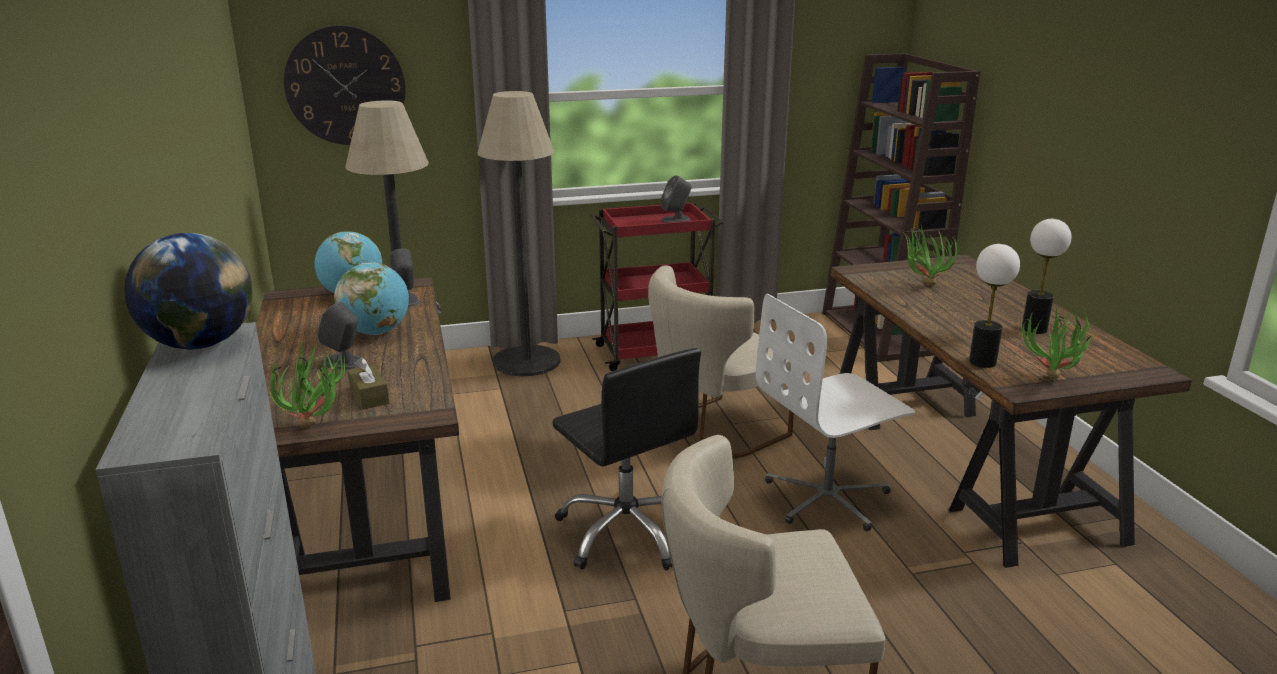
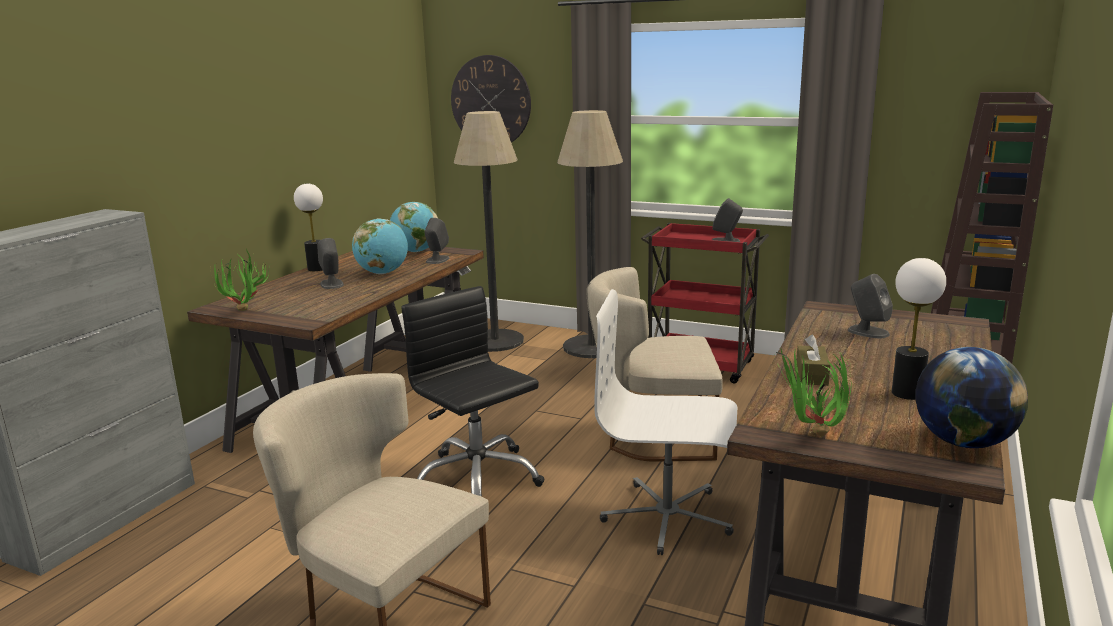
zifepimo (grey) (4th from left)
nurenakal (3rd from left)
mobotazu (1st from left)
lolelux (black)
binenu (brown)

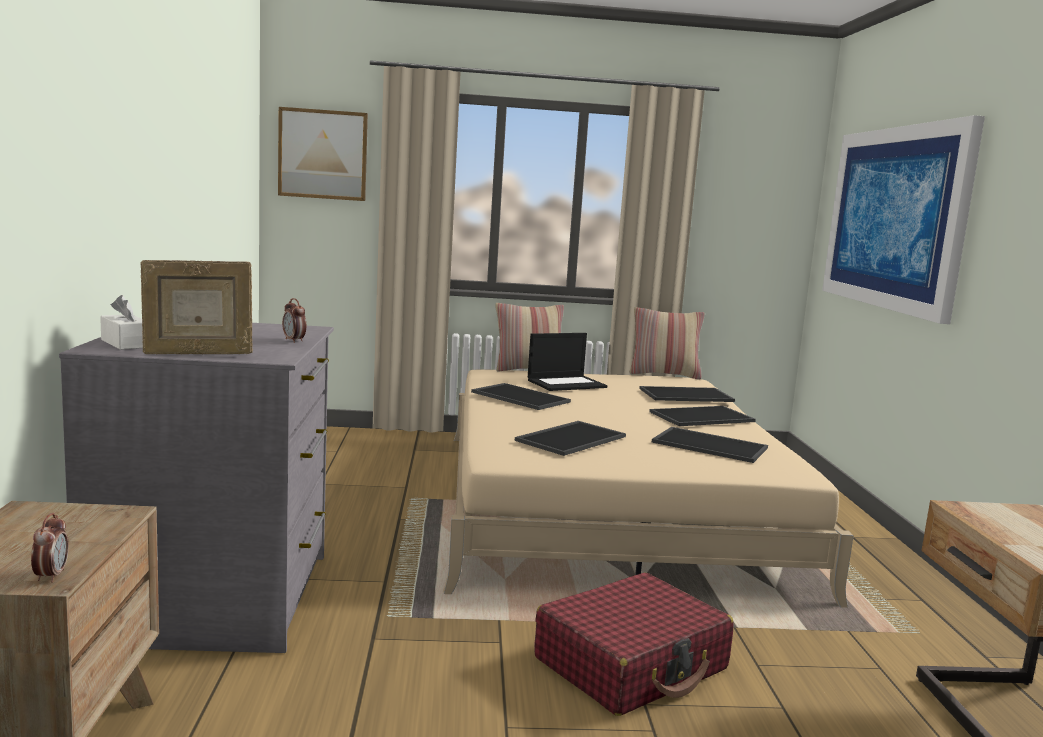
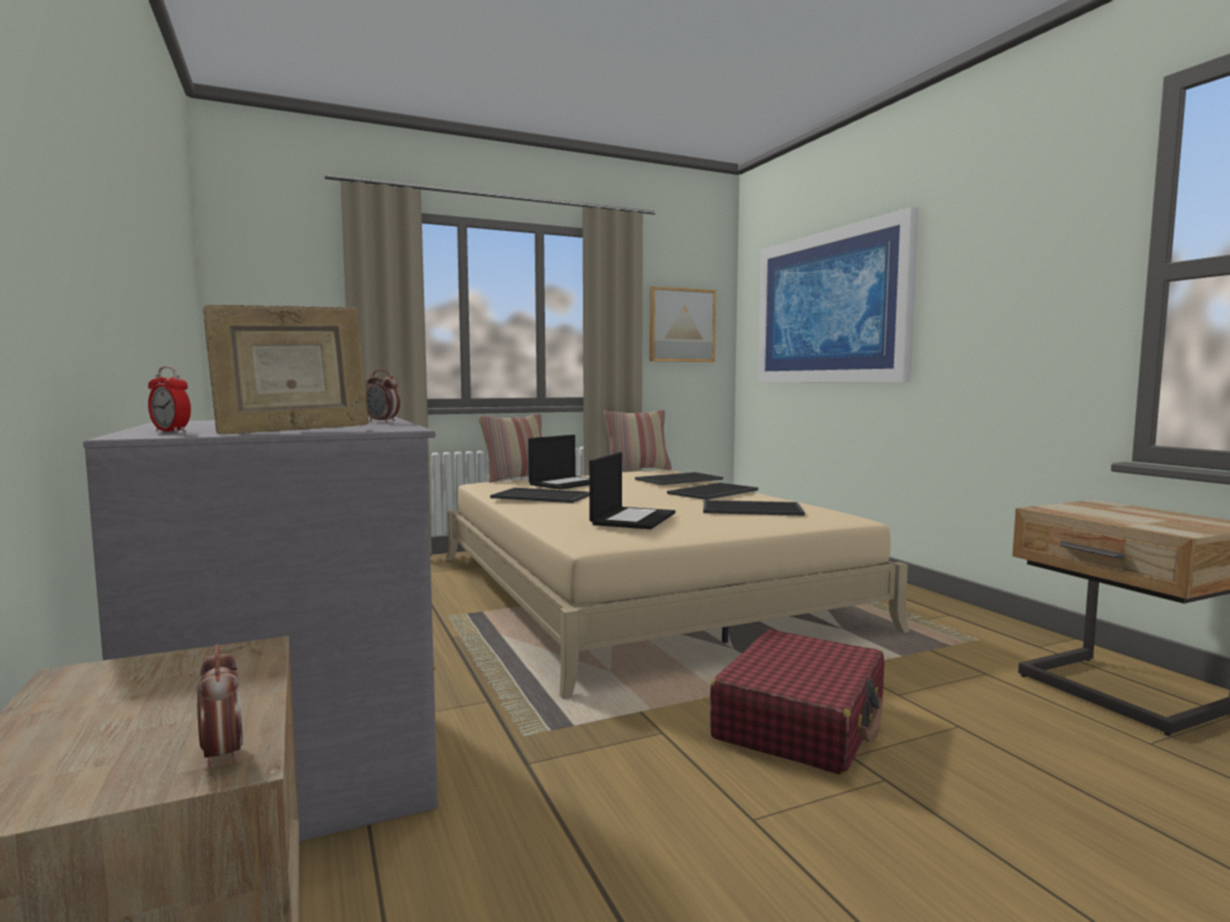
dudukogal (1st from left)
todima (1st from left)
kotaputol (2nd from left)

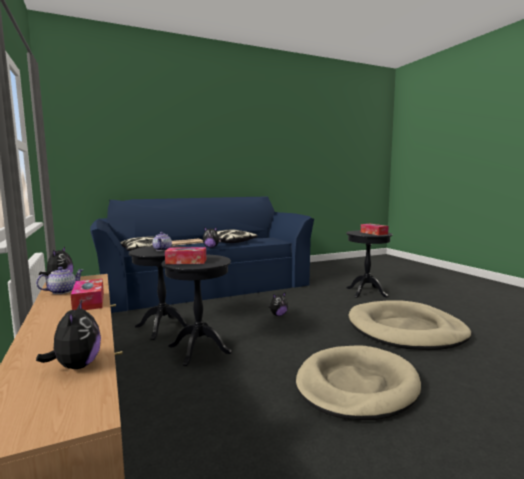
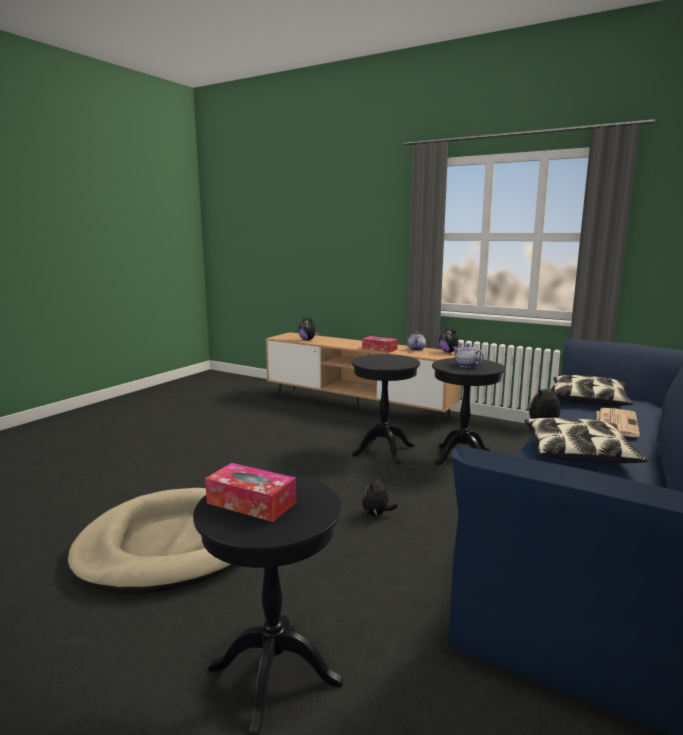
binenu (2nd from left in the first image)
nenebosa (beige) (1st from left in the first image)

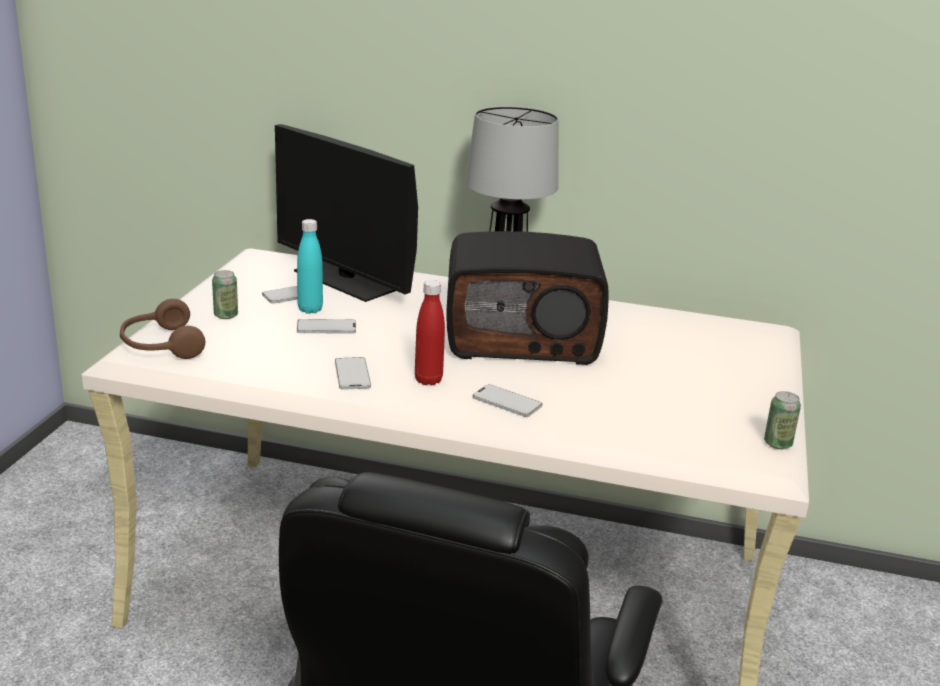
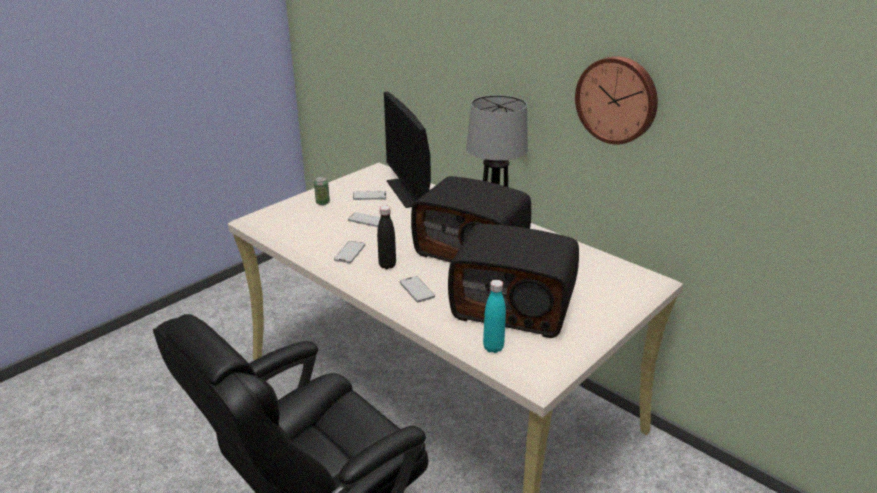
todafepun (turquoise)
todafepun (black)
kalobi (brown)
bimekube (2nd from left in the first image)
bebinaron
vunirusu (2nd from left)

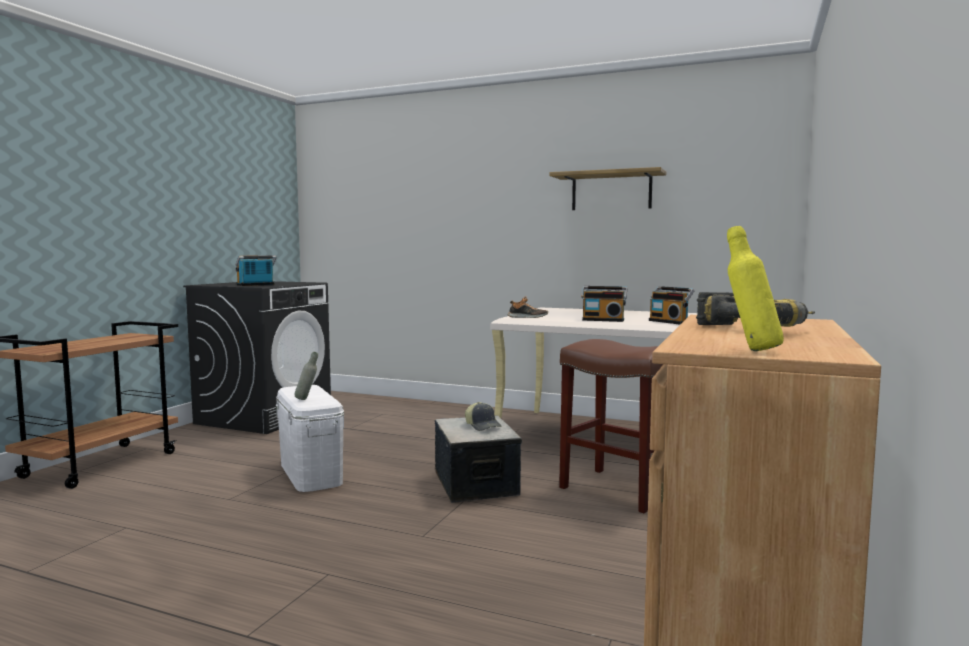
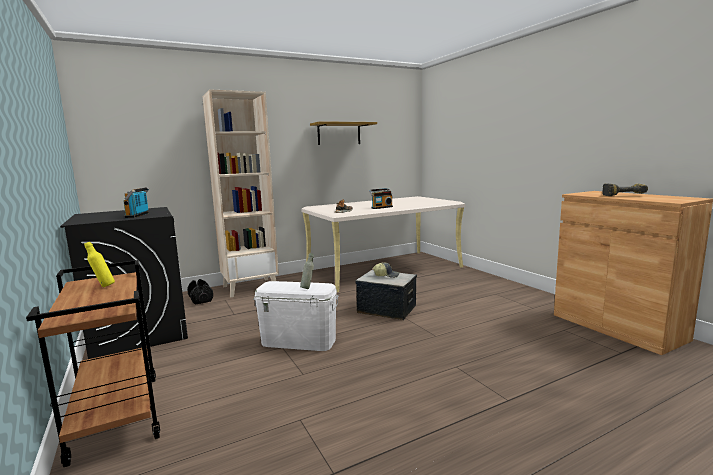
todafepun (yellow)
vunirusu (3rd from left in the first image)
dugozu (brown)
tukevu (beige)
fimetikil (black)

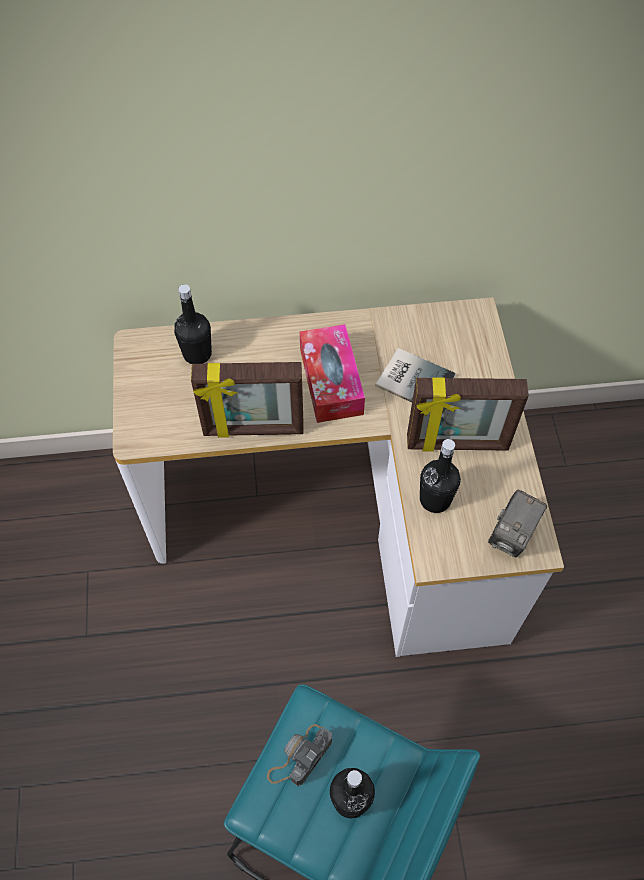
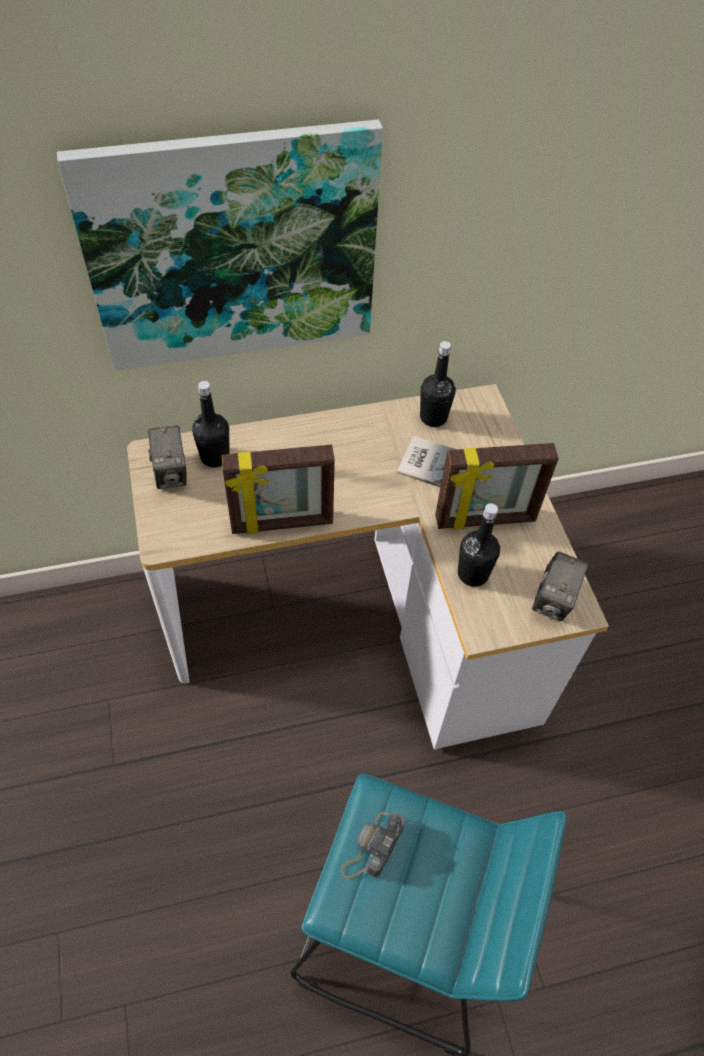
binenu
todafepun (black) (2nd from left)
dudukogal
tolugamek (1st from left)

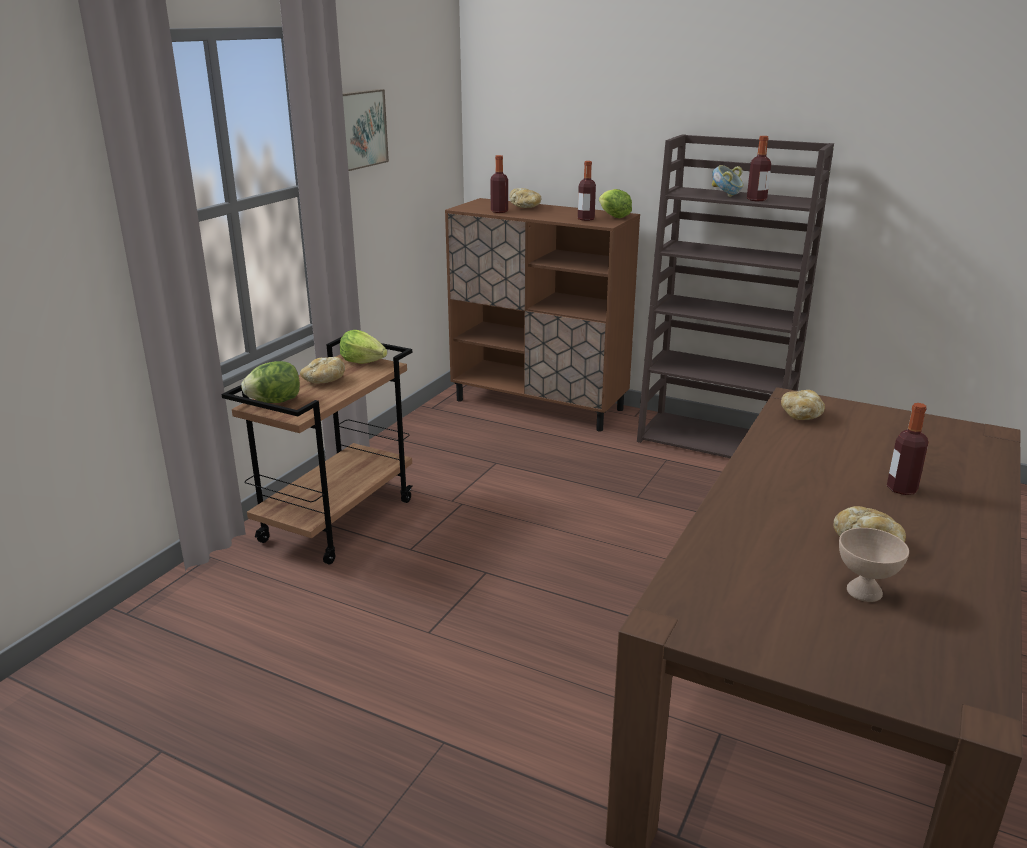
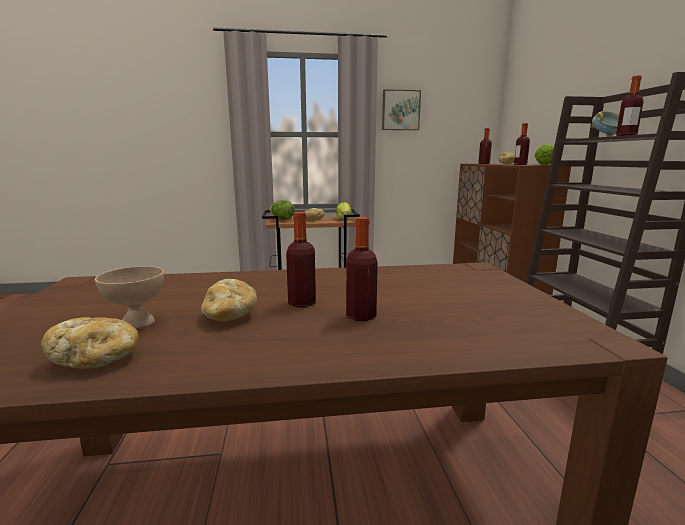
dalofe (1st from left)
todafepun (1st from left)

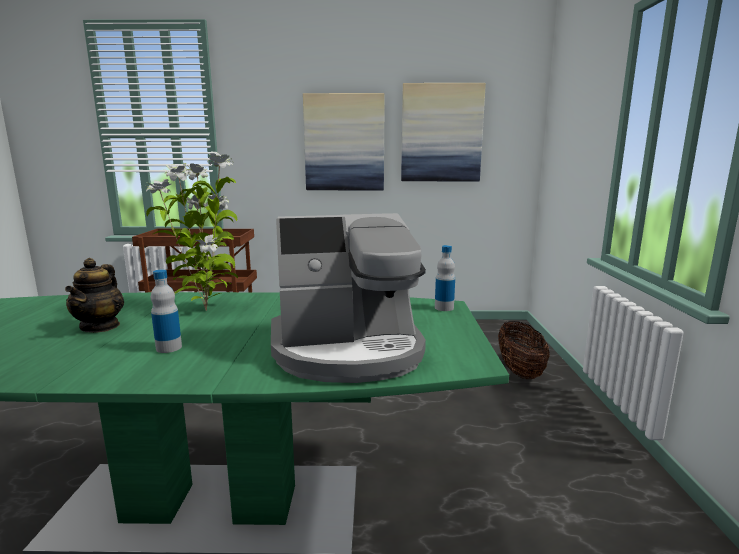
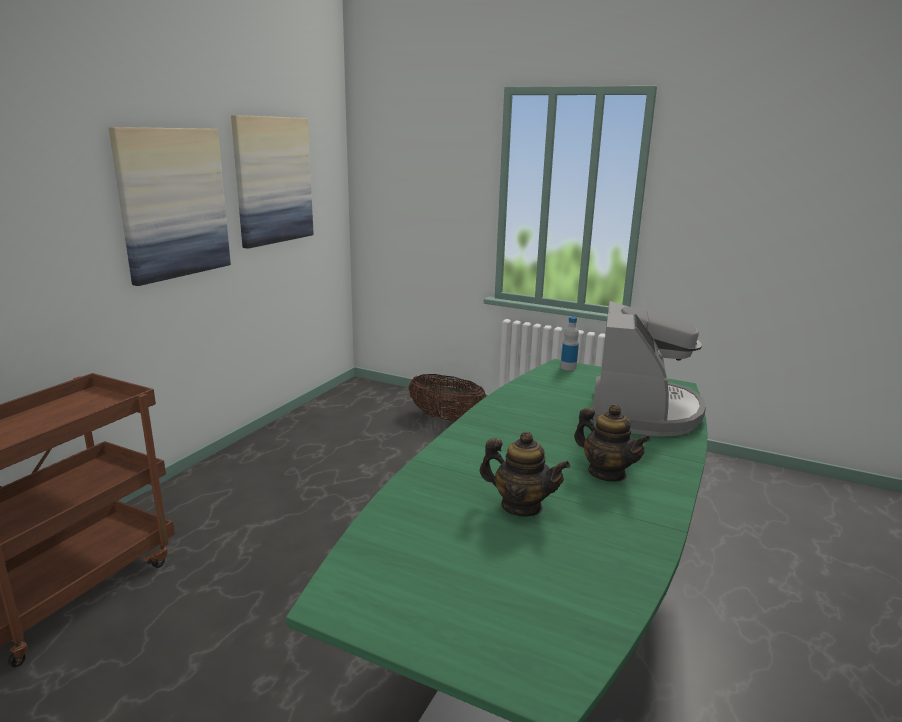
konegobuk
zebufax (2nd from left)

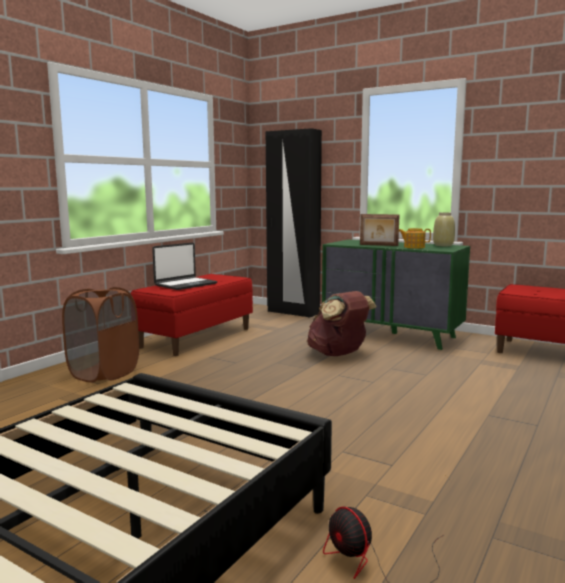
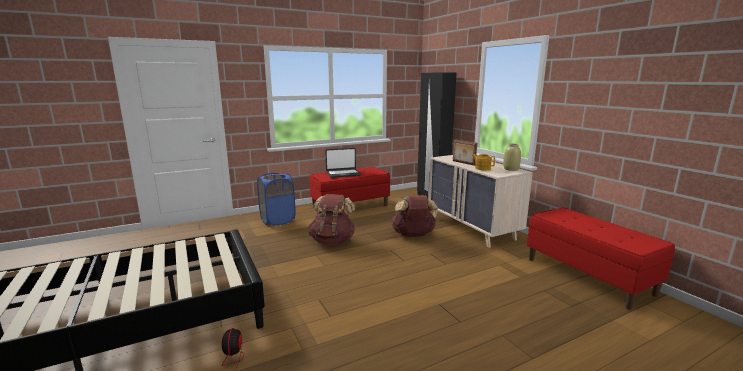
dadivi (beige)
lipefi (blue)
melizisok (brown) (1st from left)

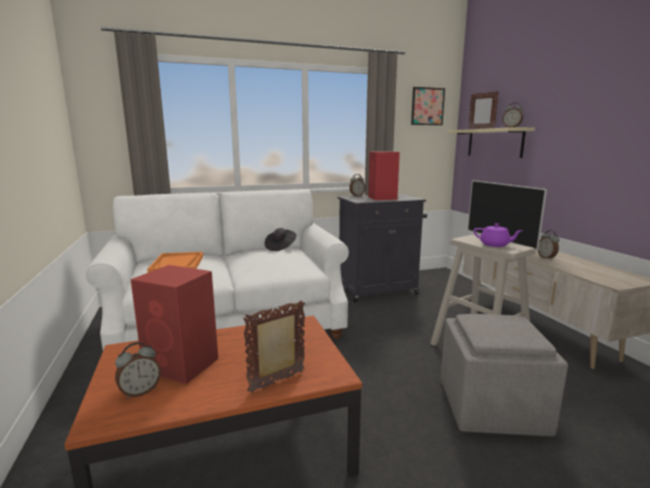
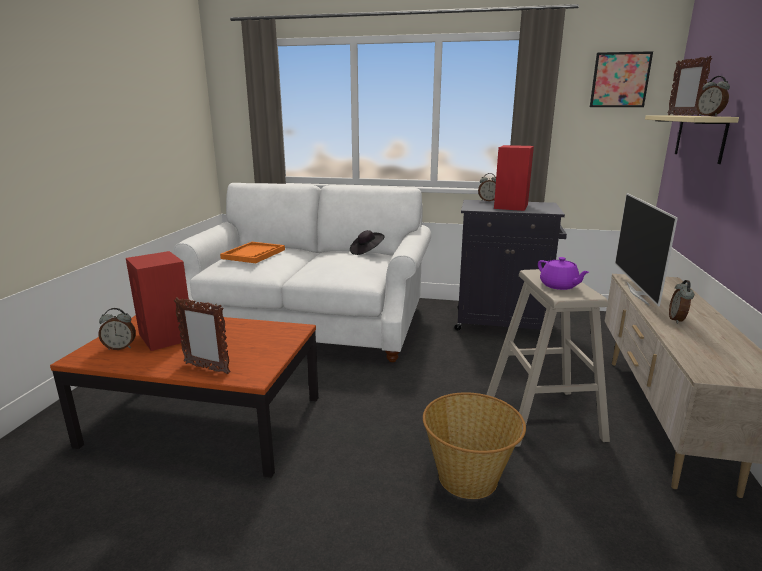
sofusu (1st from left)
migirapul

